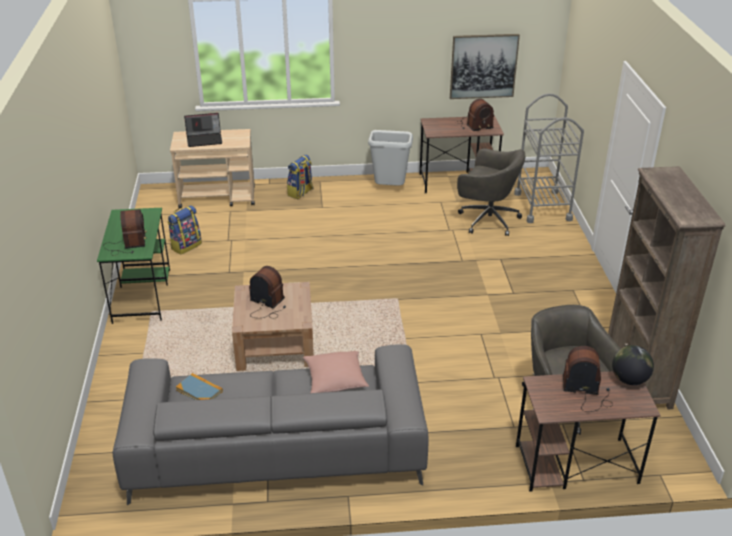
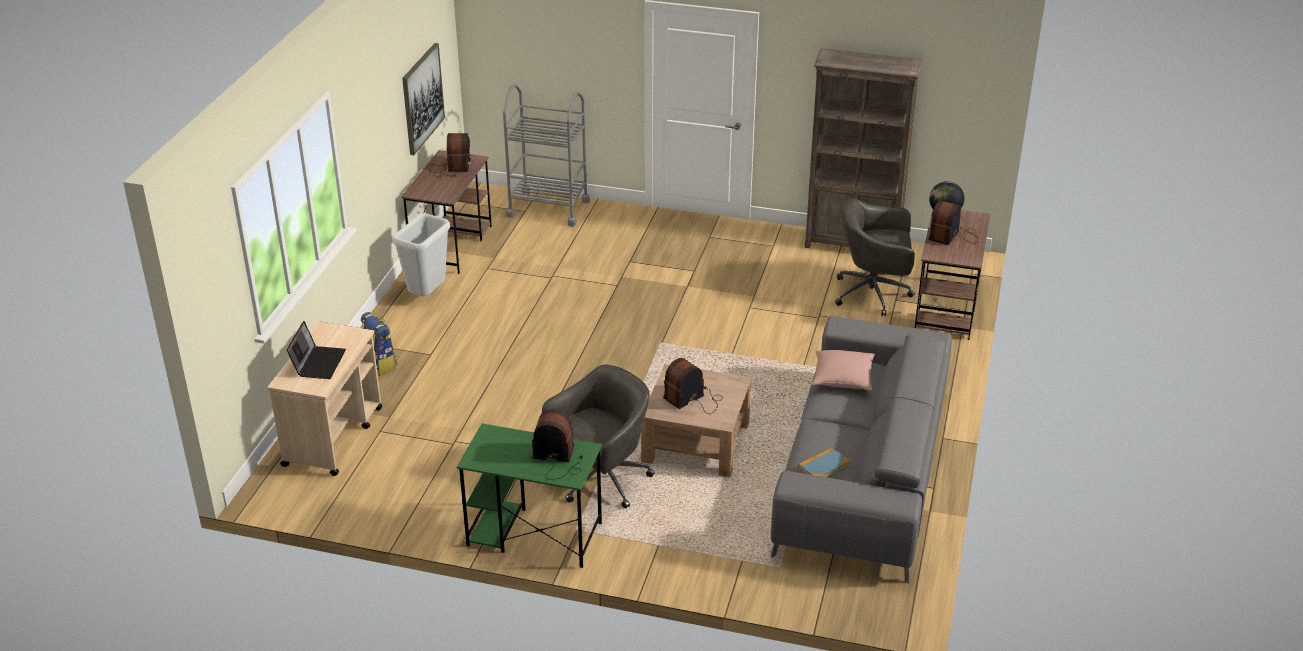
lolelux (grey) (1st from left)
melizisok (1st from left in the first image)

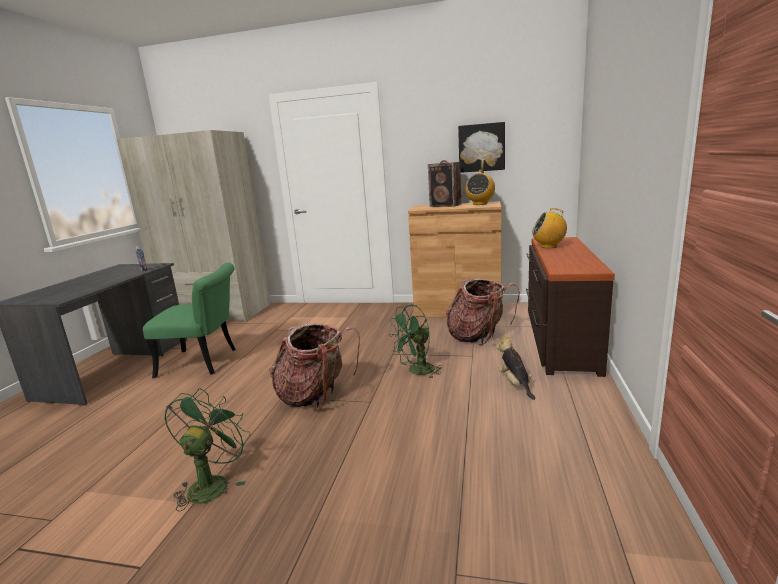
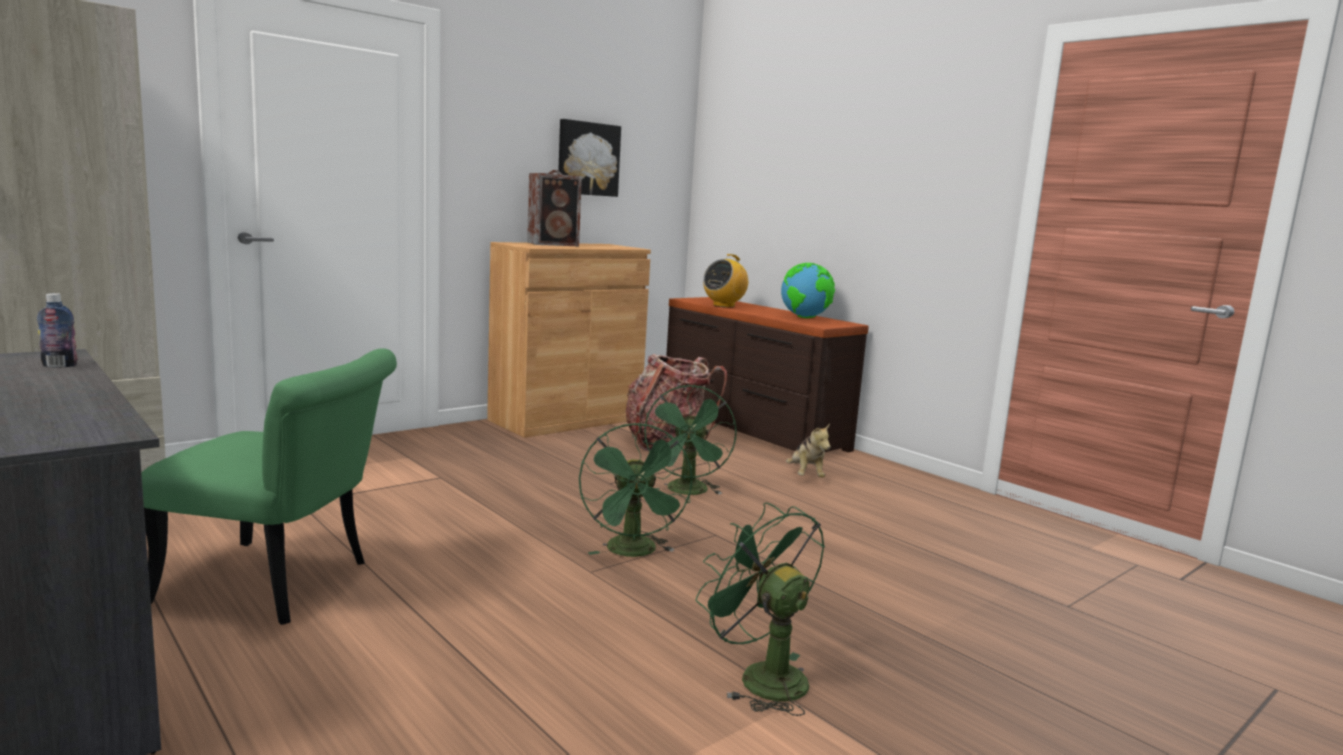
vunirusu (1st from left in the first image)
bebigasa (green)
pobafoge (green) (1st from left)
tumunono
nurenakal

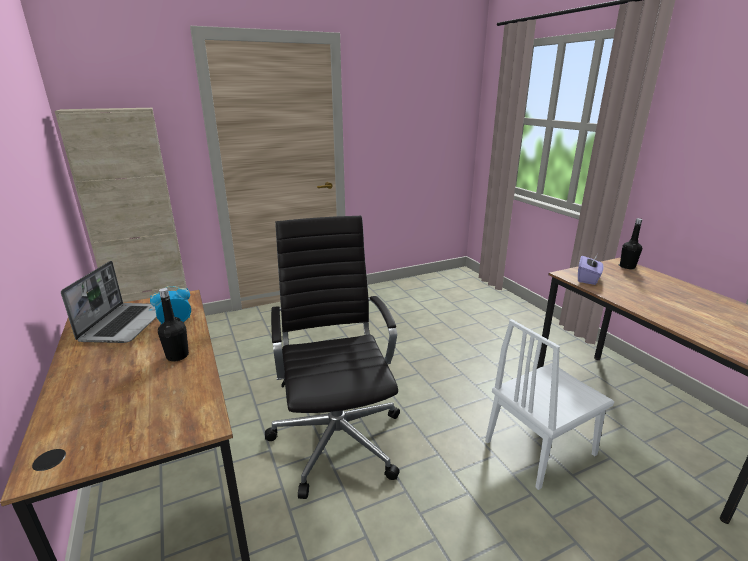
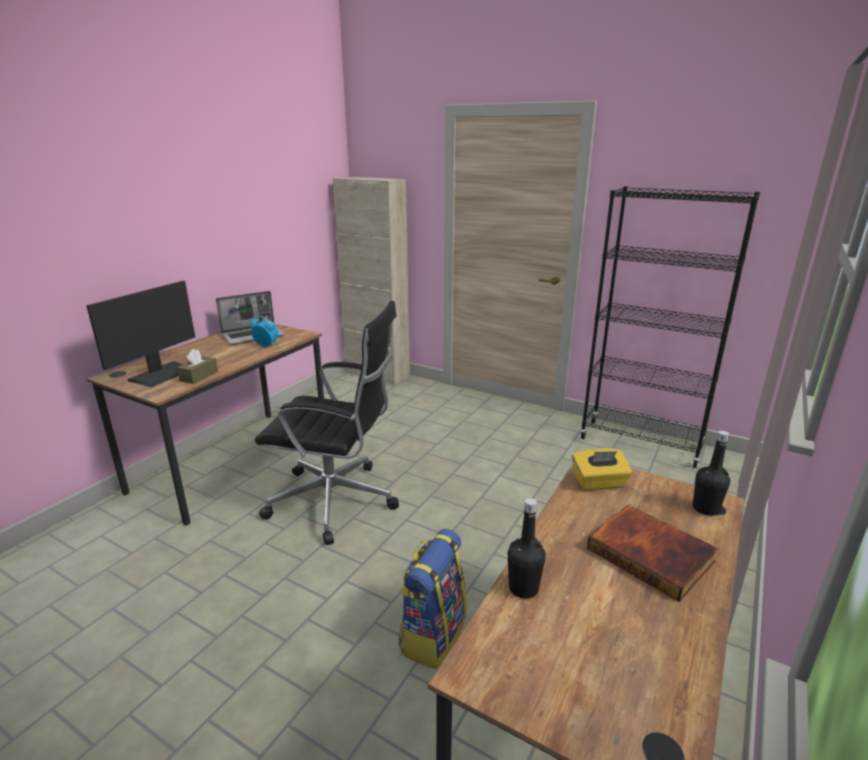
lolelux (black)
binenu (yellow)
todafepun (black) (1st from left)
melizisok
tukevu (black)
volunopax
binenu (brown)
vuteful

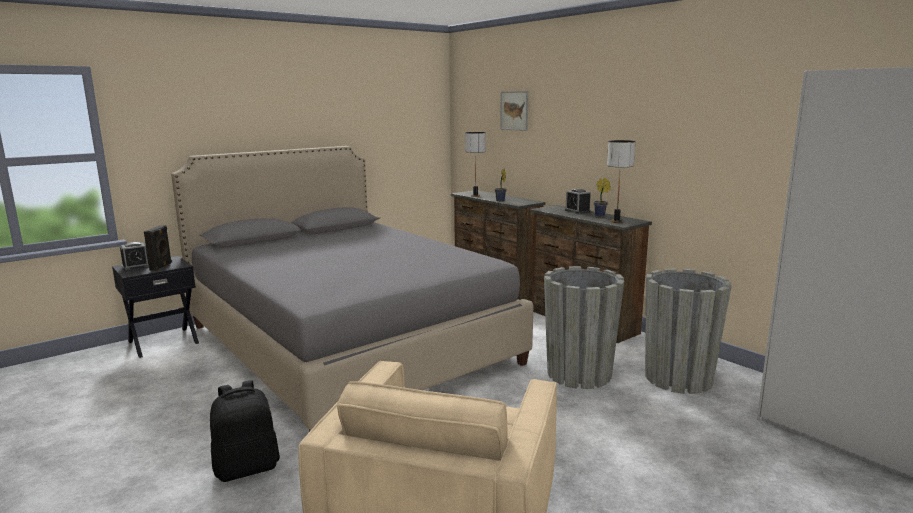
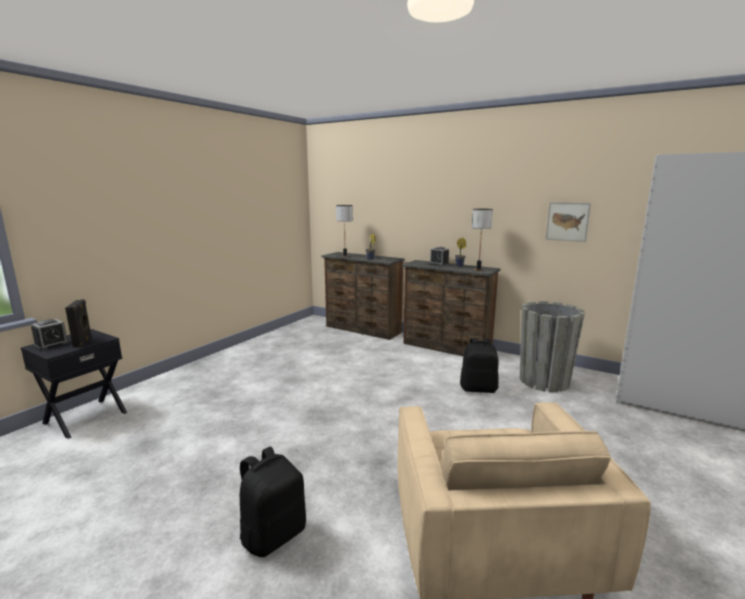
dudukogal
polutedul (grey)
melizisok (black) (2nd from left)

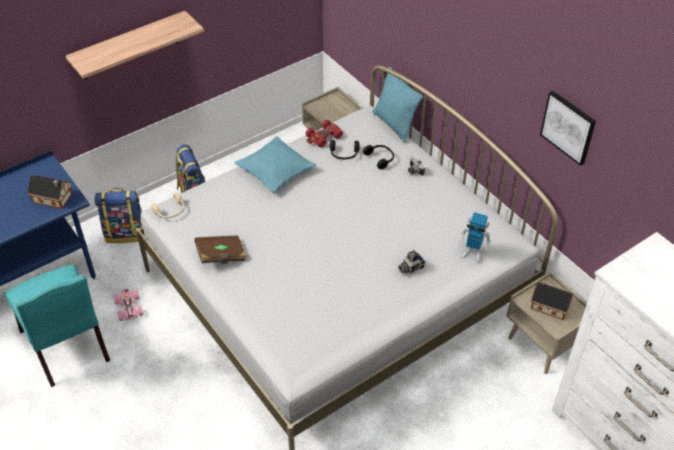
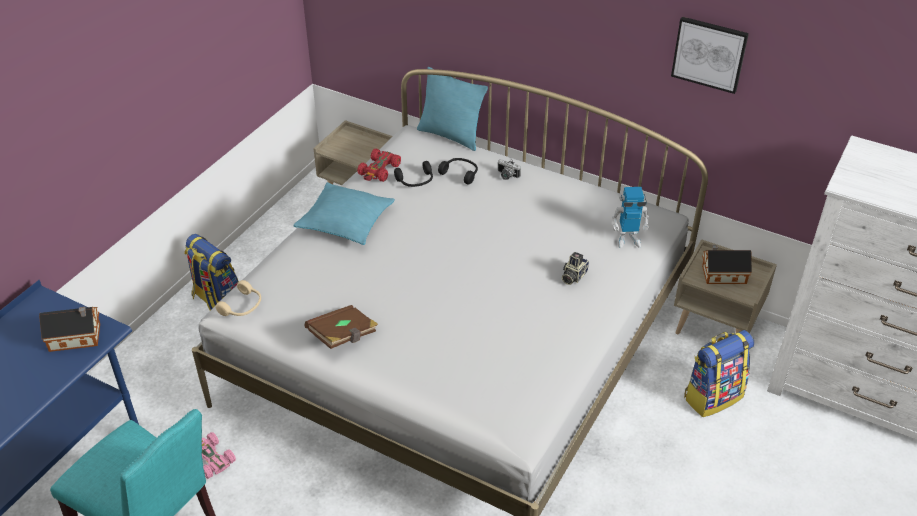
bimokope
melizisok (2nd from left)

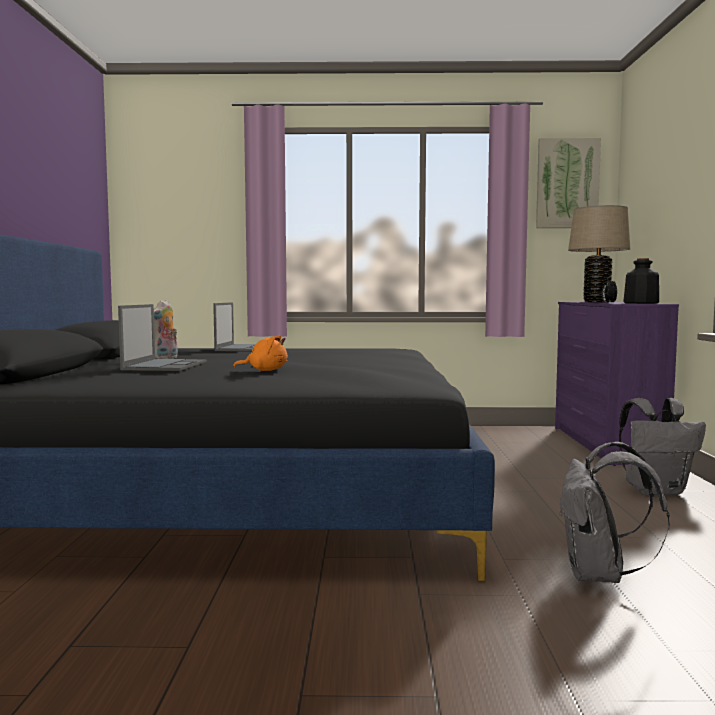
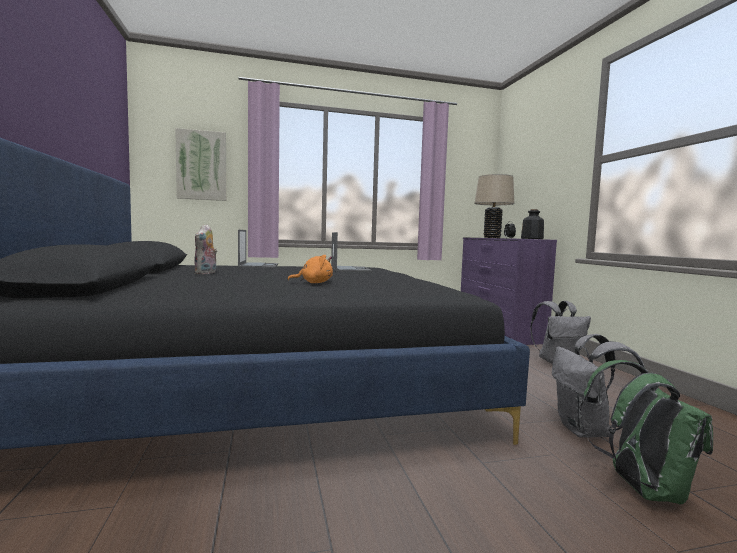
dudukogal
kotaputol (2nd from left)
melizisok (green)

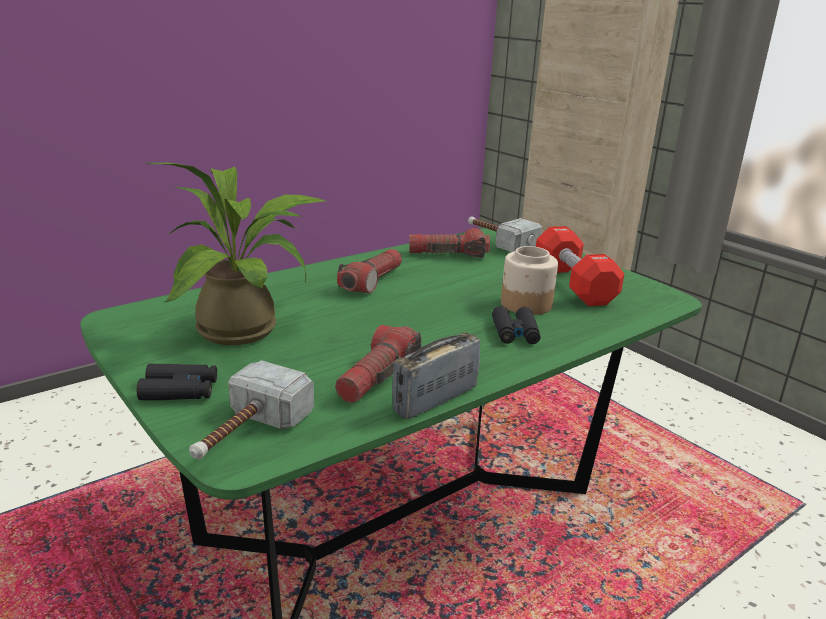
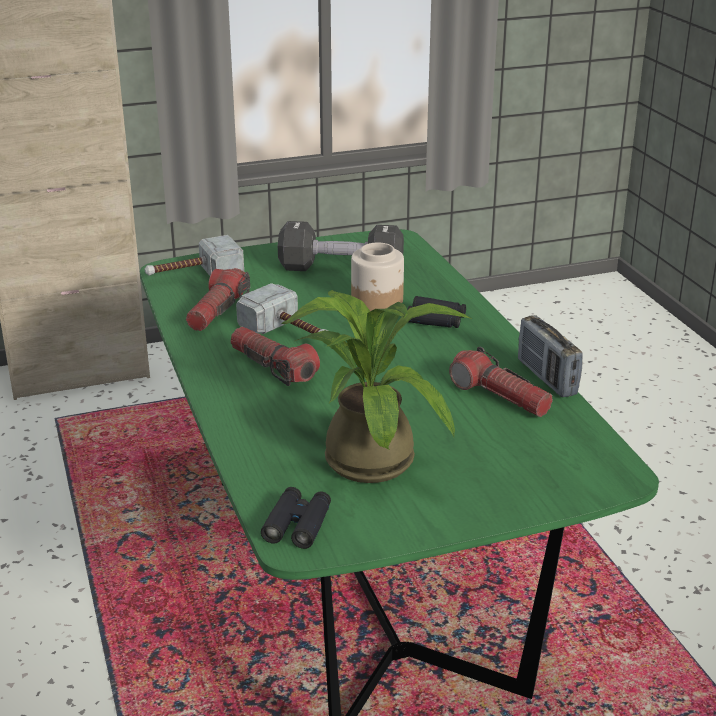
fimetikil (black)
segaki (2nd from left)
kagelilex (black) (1st from left)

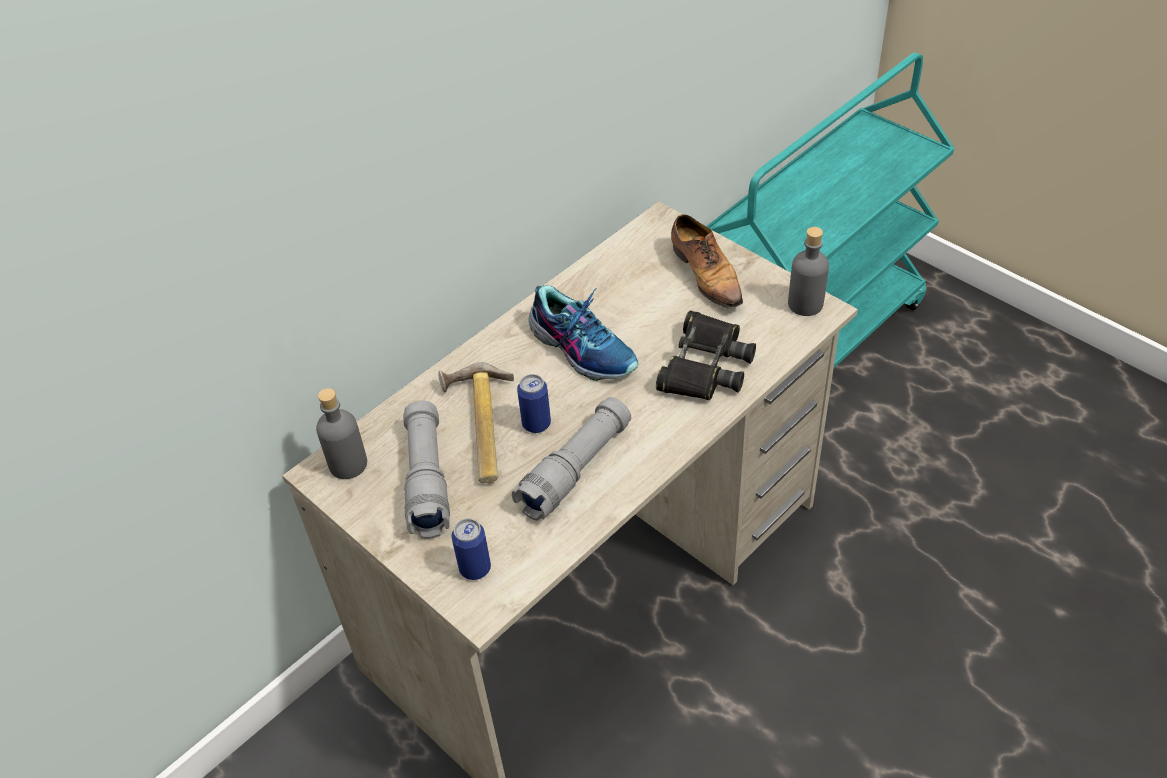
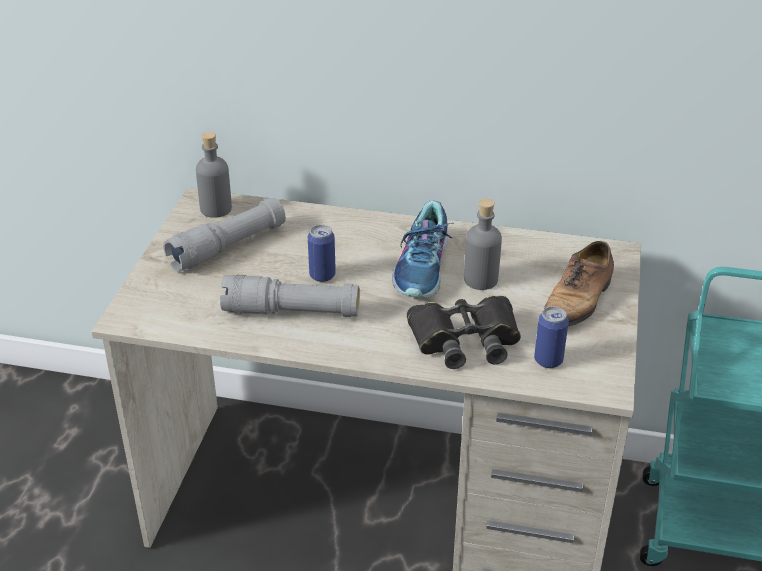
todafepun (grey) (2nd from left)
segaki
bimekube (2nd from left)

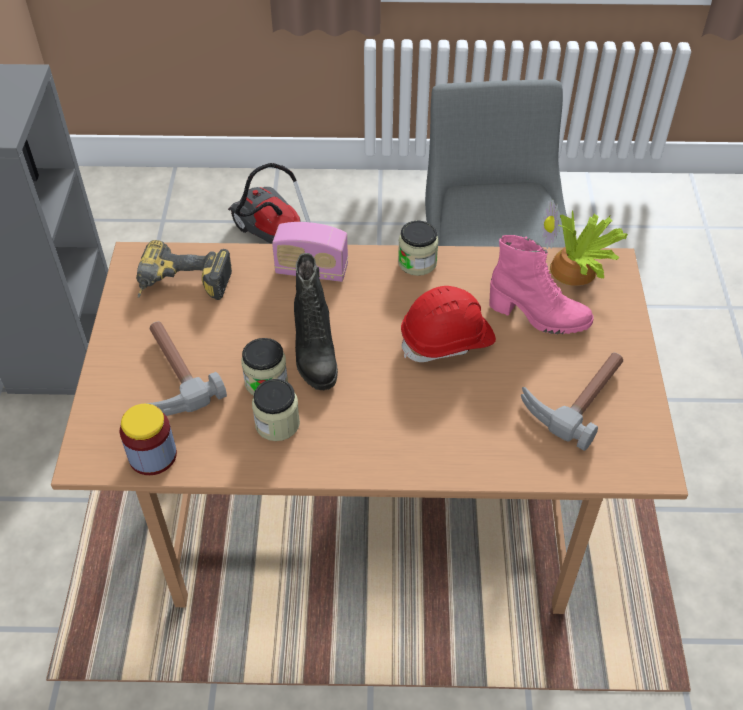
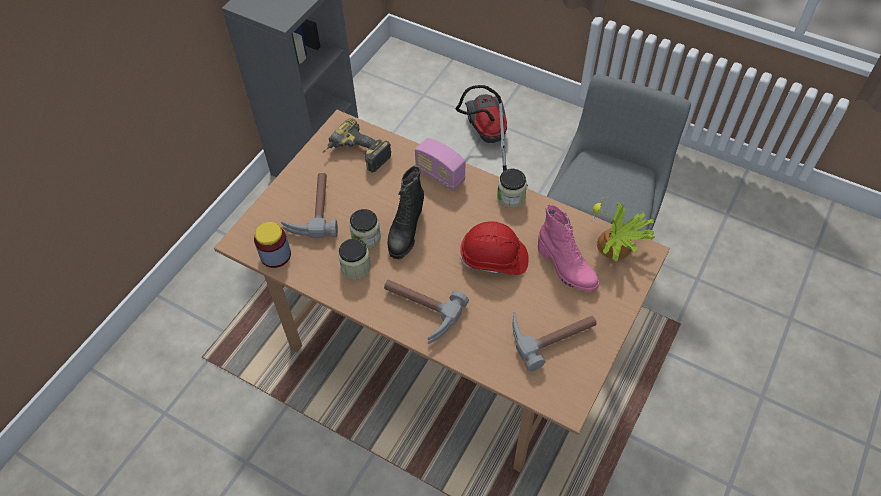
segaki (2nd from left)

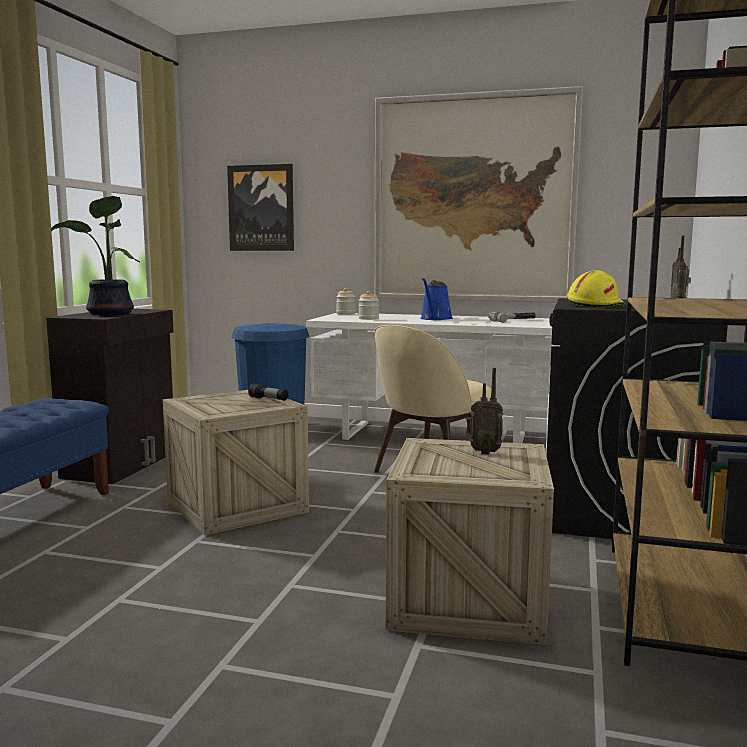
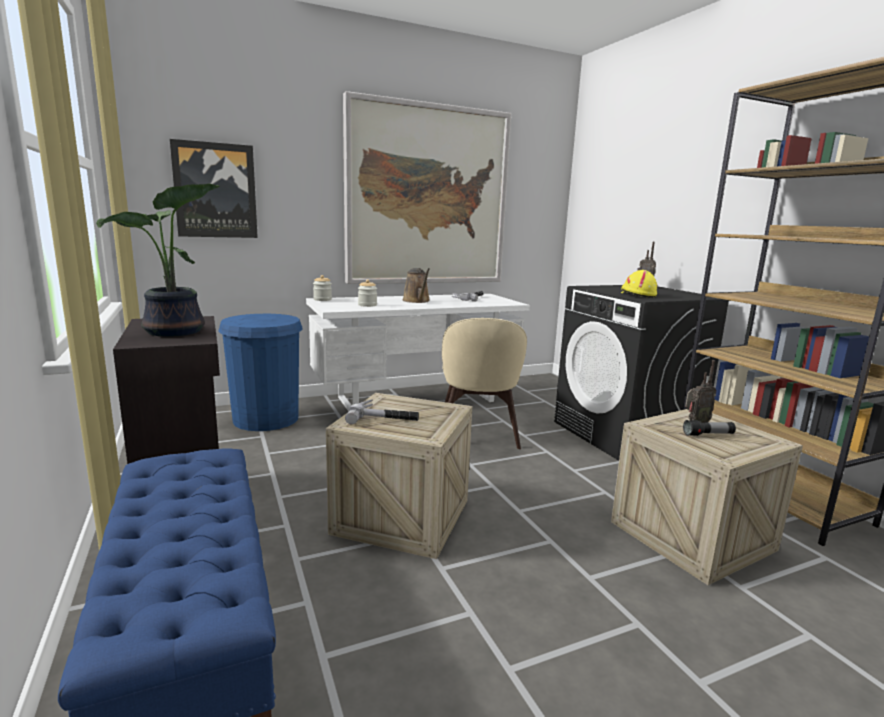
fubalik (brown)
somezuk
segaki (1st from left)

